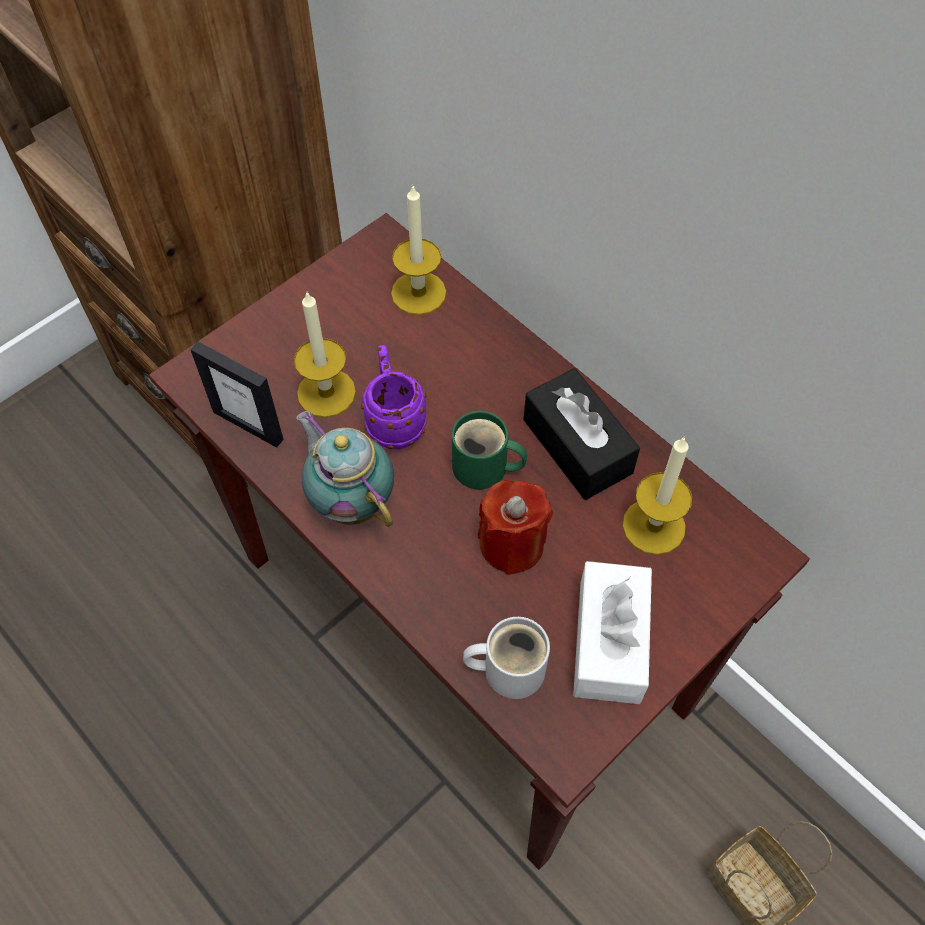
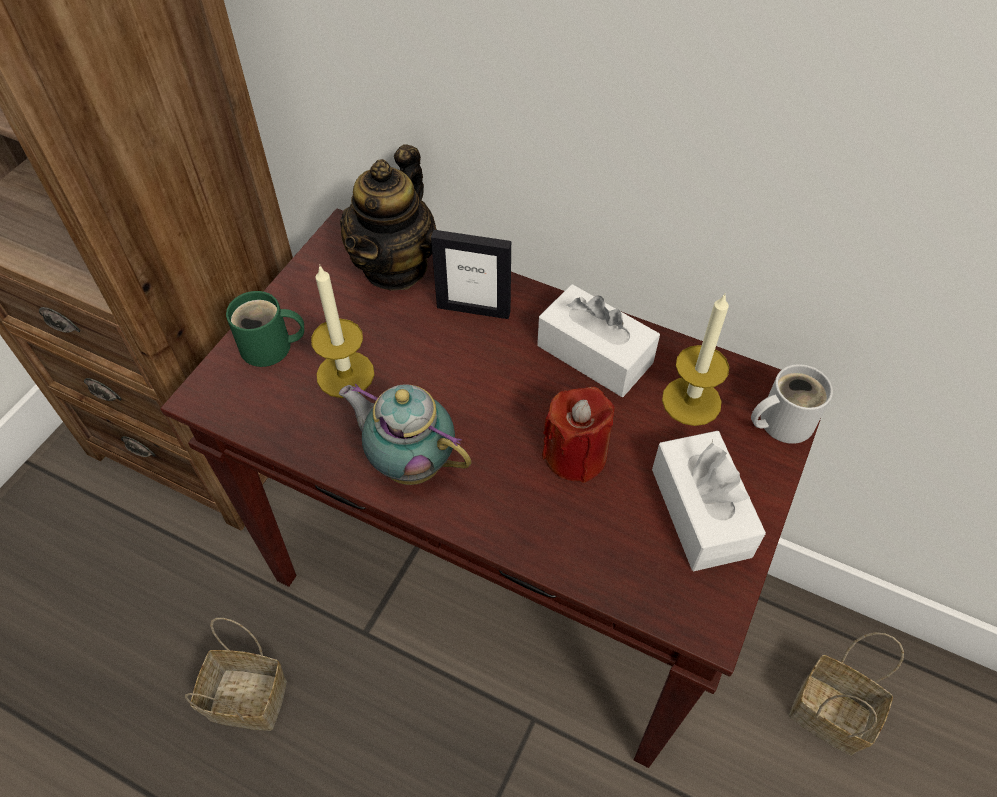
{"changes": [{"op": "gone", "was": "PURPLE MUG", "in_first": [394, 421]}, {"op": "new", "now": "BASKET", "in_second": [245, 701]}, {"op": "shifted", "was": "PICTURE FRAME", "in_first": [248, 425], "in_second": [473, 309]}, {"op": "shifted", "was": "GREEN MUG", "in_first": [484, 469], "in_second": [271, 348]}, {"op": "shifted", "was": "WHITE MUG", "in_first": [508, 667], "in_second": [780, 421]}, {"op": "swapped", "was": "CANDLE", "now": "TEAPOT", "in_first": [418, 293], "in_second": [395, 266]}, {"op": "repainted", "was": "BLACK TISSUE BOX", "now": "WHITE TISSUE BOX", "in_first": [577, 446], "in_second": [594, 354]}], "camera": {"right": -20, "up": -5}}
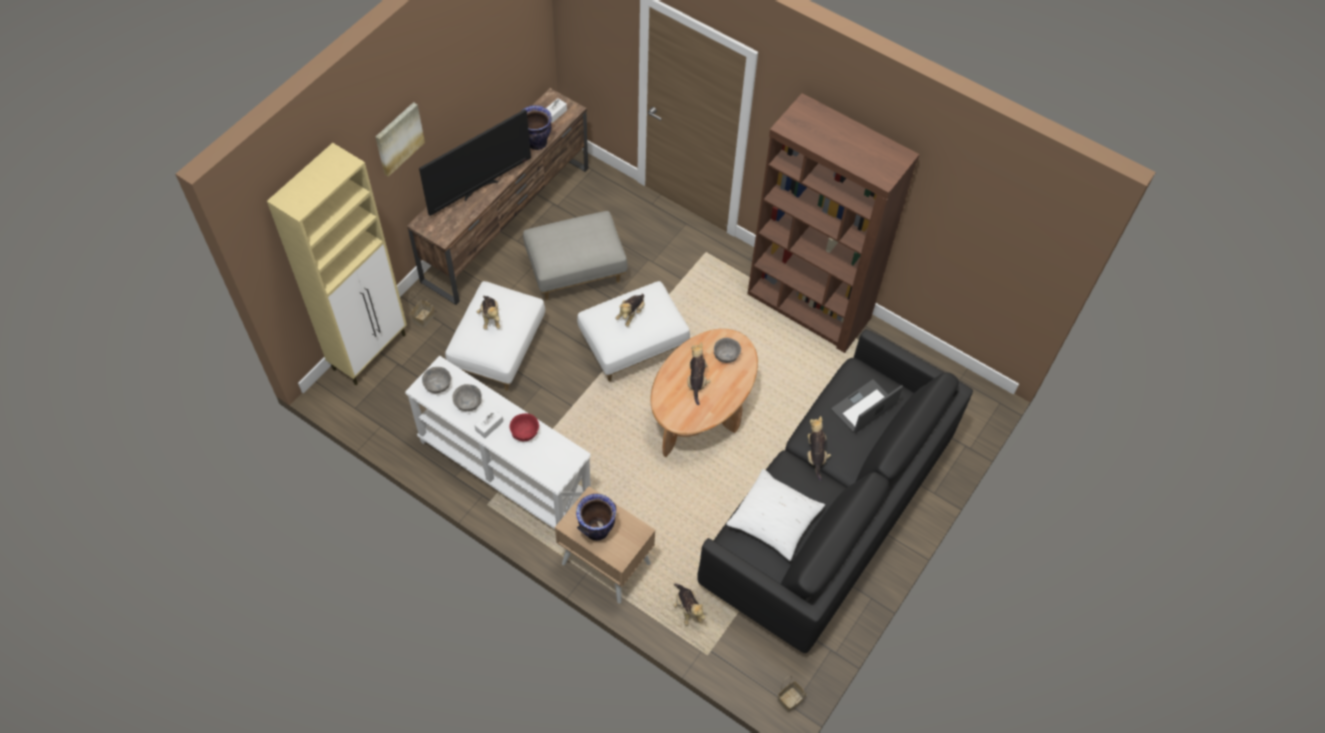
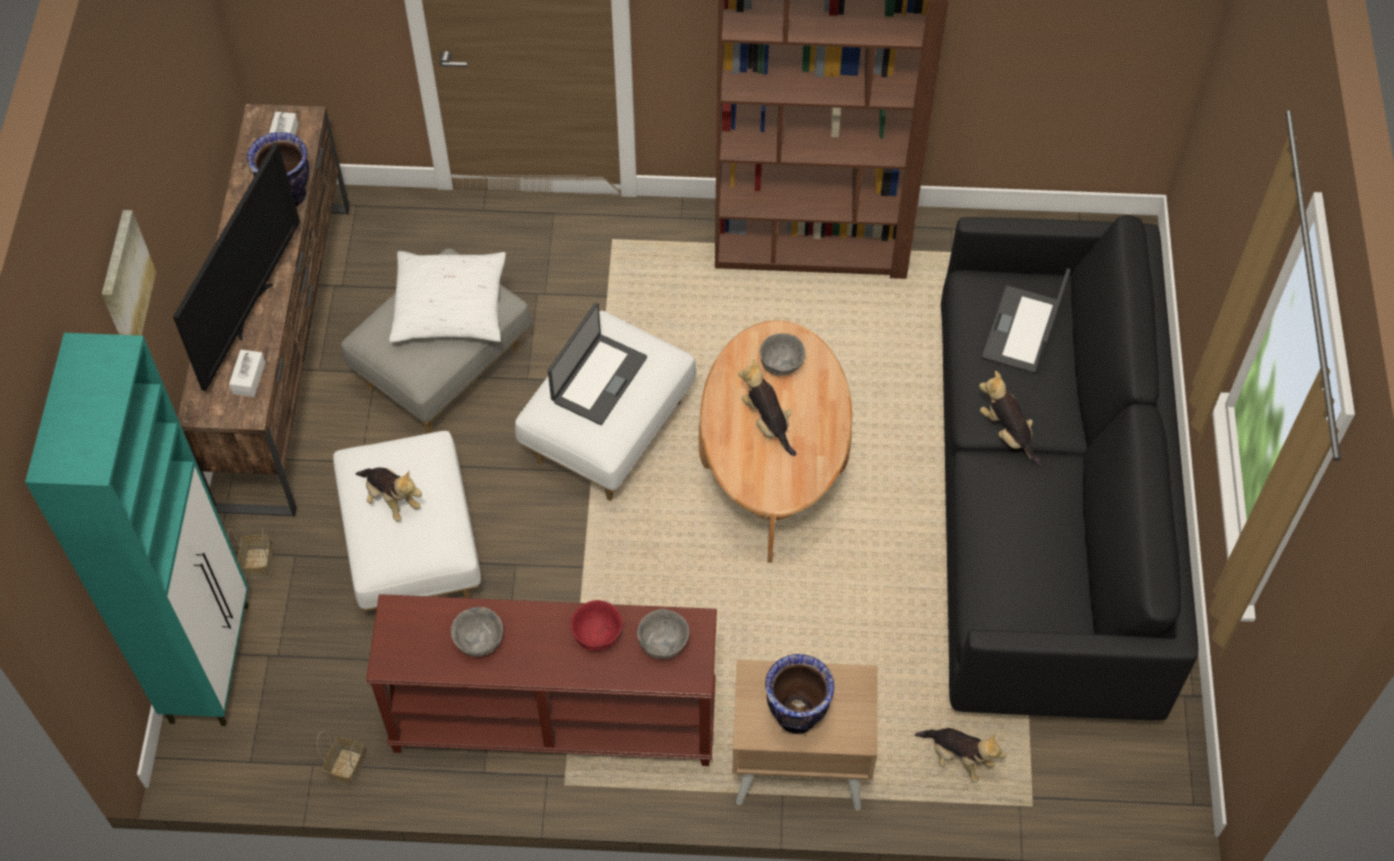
{"changes": [{"op": "shifted", "was": "GREY BOWL", "in_first": [437, 385], "in_second": [662, 643]}, {"op": "shifted", "was": "WHITE TISSUE BOX", "in_first": [489, 426], "in_second": [249, 378]}, {"op": "shifted", "was": "WHITE PILLOW", "in_first": [774, 519], "in_second": [450, 307]}, {"op": "shifted", "was": "BASKET", "in_first": [790, 699], "in_second": [346, 766]}, {"op": "swapped", "was": "PLUSH TOY", "now": "LAPTOP", "in_first": [631, 314], "in_second": [598, 379]}, {"op": "repainted", "was": "BEIGE CABINET", "now": "TURQUOISE CABINET", "in_first": [370, 351], "in_second": [210, 661]}, {"op": "repainted", "was": "WHITE CONSOLE TABLE", "now": "BROWN CONSOLE TABLE", "in_first": [503, 472], "in_second": [553, 722]}], "camera": {"right": -30, "up": 0}}
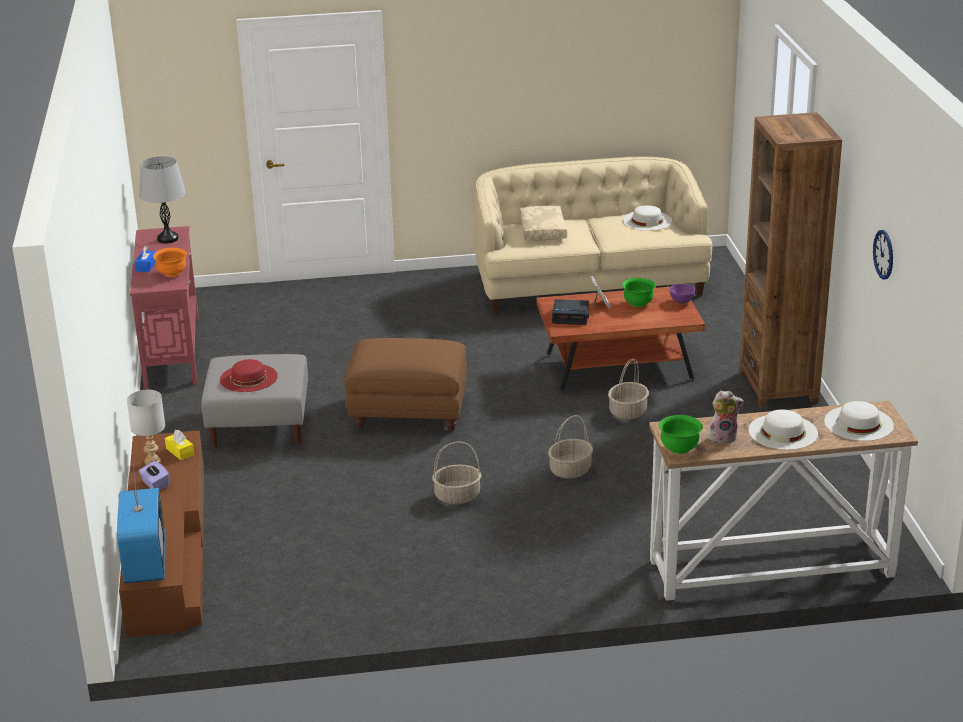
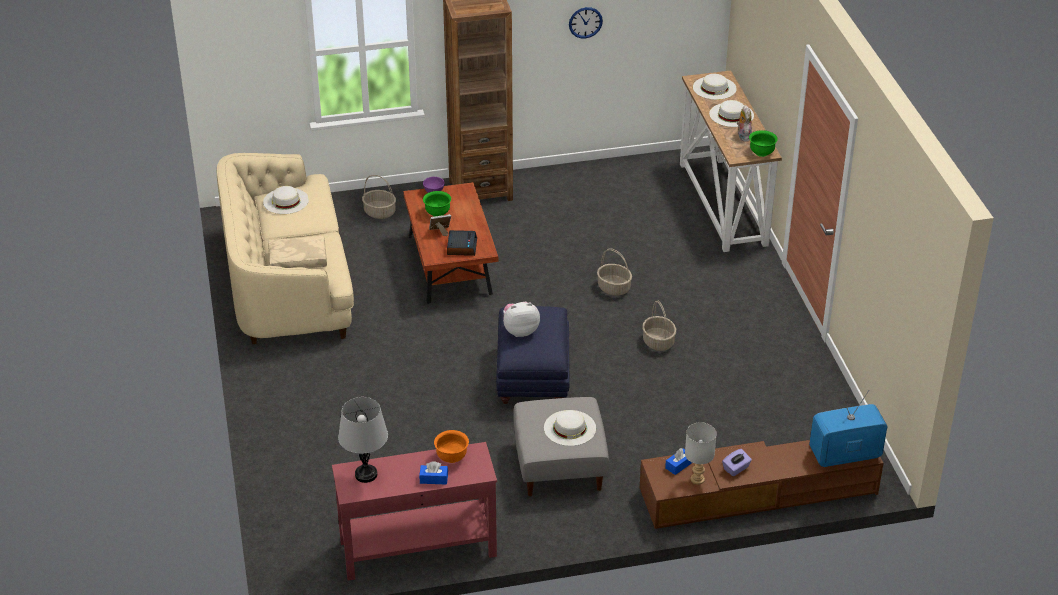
{"changes": [{"op": "new", "now": "PLUSH TOY", "in_second": [520, 331]}, {"op": "shifted", "was": "BASKET", "in_first": [627, 411], "in_second": [379, 212]}, {"op": "repainted", "was": "YELLOW TISSUE BOX", "now": "BLUE TISSUE BOX", "in_first": [180, 451], "in_second": [678, 465]}, {"op": "repainted", "was": "RED HAT", "now": "WHITE HAT", "in_first": [248, 378], "in_second": [570, 428]}, {"op": "repainted", "was": "BROWN OTTOMAN", "now": "BLUE OTTOMAN", "in_first": [407, 413], "in_second": [533, 378]}], "camera": {"right": -95, "up": 10}}
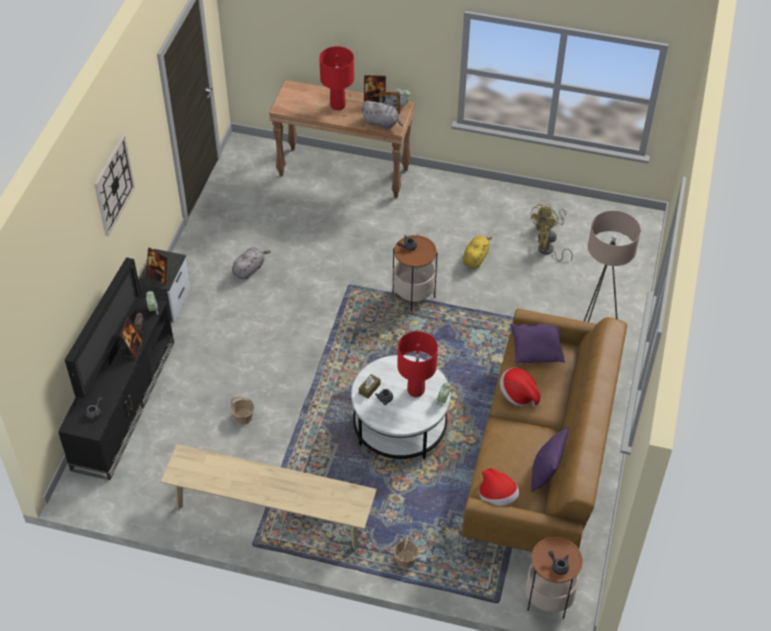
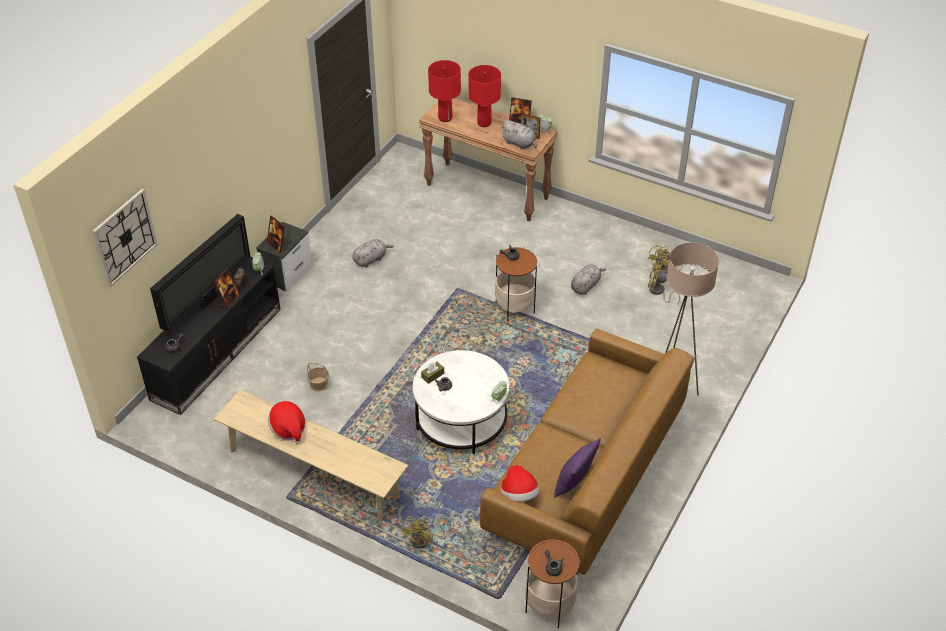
{"changes": [{"op": "gone", "was": "PURPLE PILLOW", "in_first": [536, 349]}, {"op": "shifted", "was": "WALL CLOCK", "in_first": [113, 185], "in_second": [124, 237]}, {"op": "shifted", "was": "RED TABLE LAMP", "in_first": [415, 390], "in_second": [445, 118]}, {"op": "shifted", "was": "HAT", "in_first": [518, 394], "in_second": [288, 429]}, {"op": "swapped", "was": "BASKET", "now": "YELLOW FAN", "in_first": [406, 559], "in_second": [424, 540]}, {"op": "repainted", "was": "YELLOW PLUSH TOY", "now": "GREY PLUSH TOY", "in_first": [476, 258], "in_second": [585, 286]}], "camera": {"right": 15, "up": -5}}
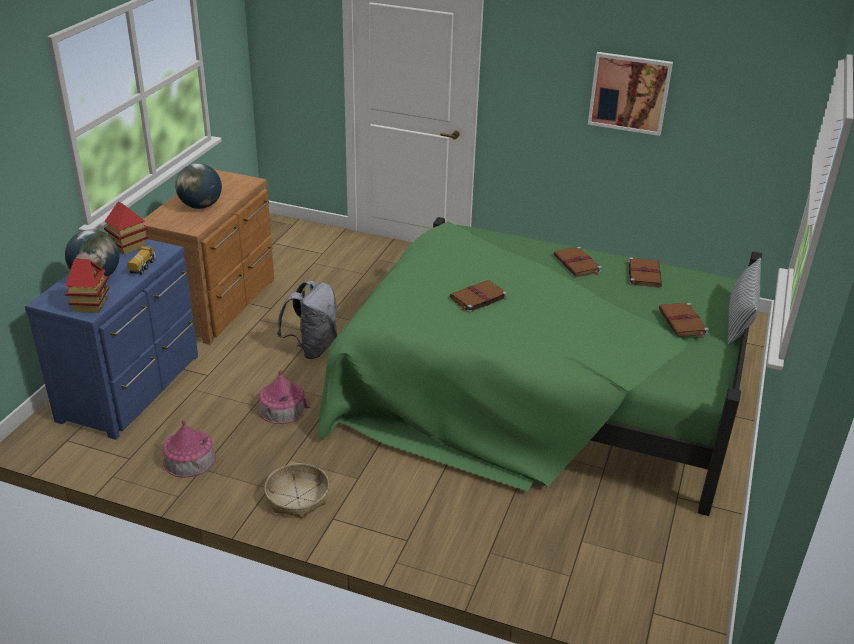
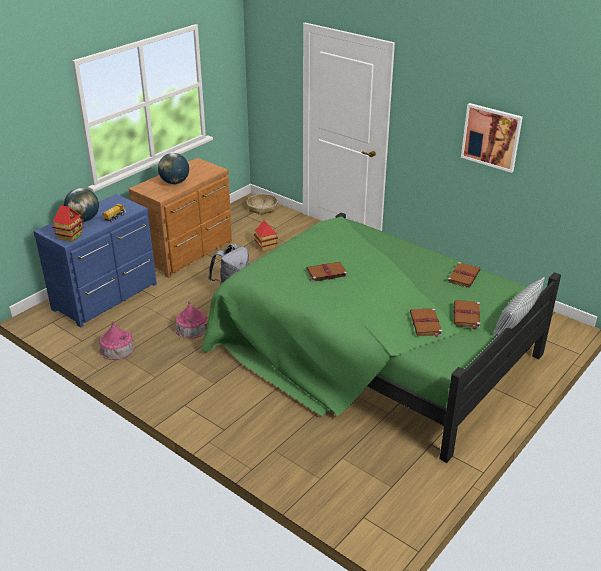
{"changes": [{"op": "shifted", "was": "TOY HOUSE", "in_first": [129, 246], "in_second": [266, 246]}, {"op": "shifted", "was": "BASKET", "in_first": [297, 498], "in_second": [262, 208]}, {"op": "shifted", "was": "BROWN BOOK", "in_first": [577, 264], "in_second": [425, 324]}], "camera": {"right": 20, "up": 0}}
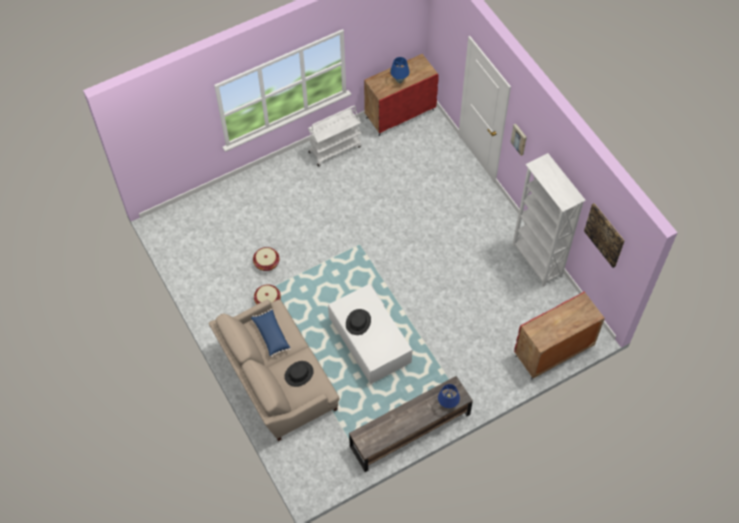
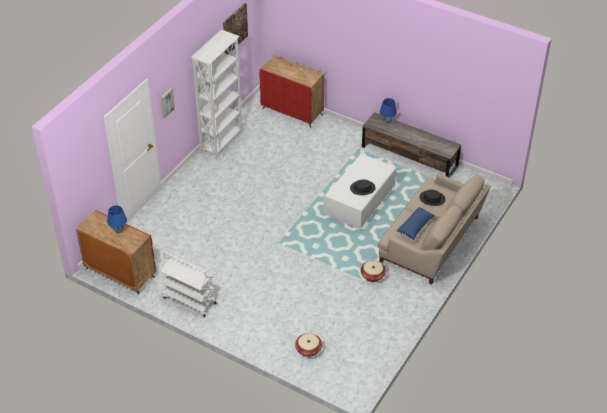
{"changes": [{"op": "shifted", "was": "BASKET", "in_first": [266, 263], "in_second": [308, 349]}], "camera": {"right": -120, "up": -15}}
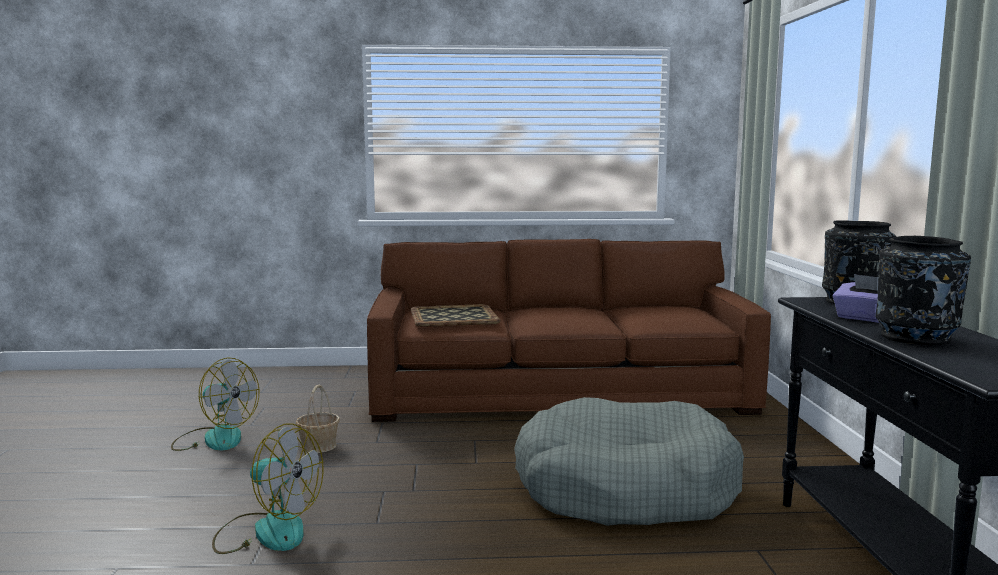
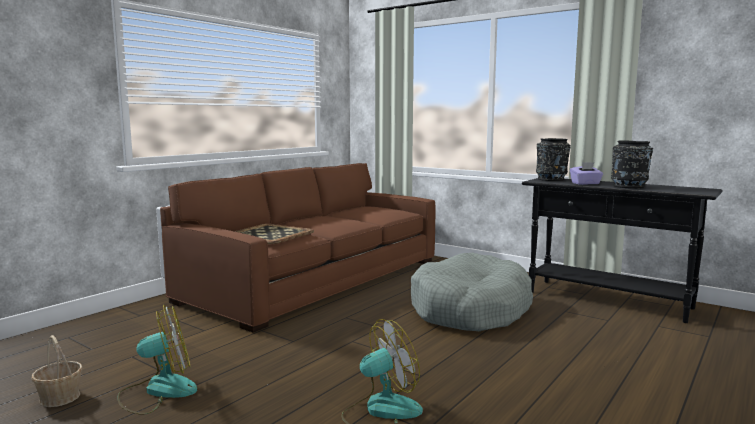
{"changes": [{"op": "shifted", "was": "BASKET", "in_first": [318, 446], "in_second": [60, 398]}], "camera": {"right": -50, "up": 0}}
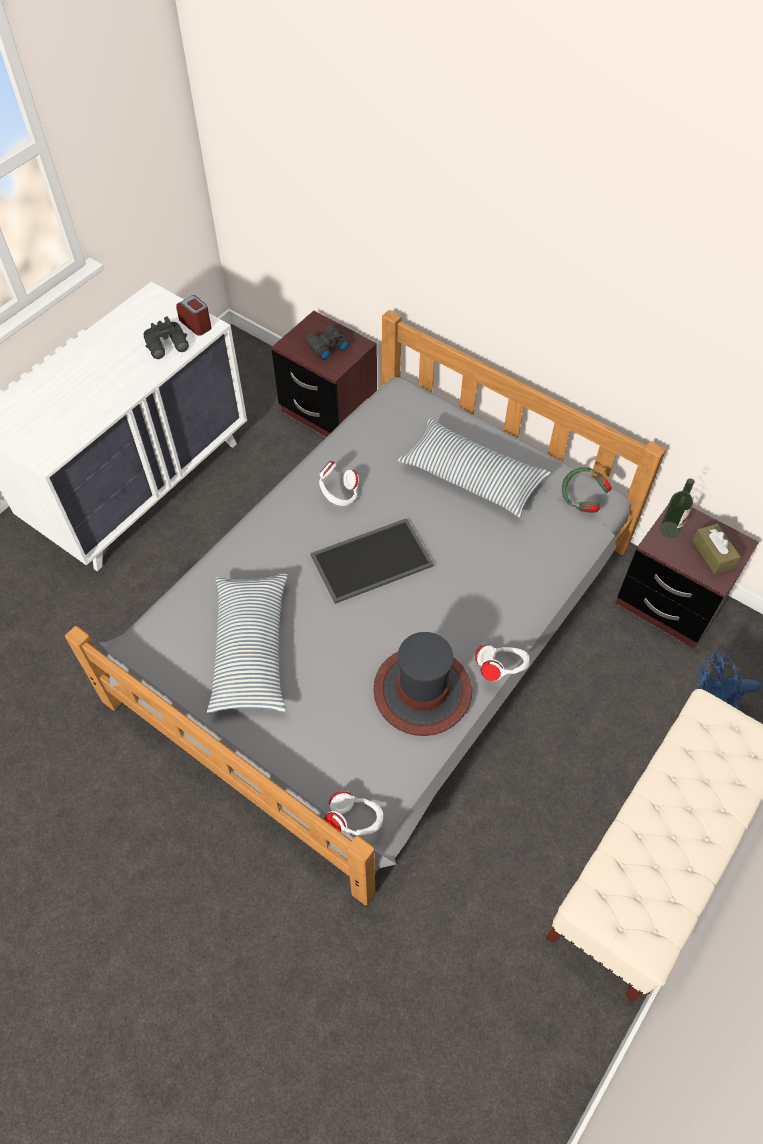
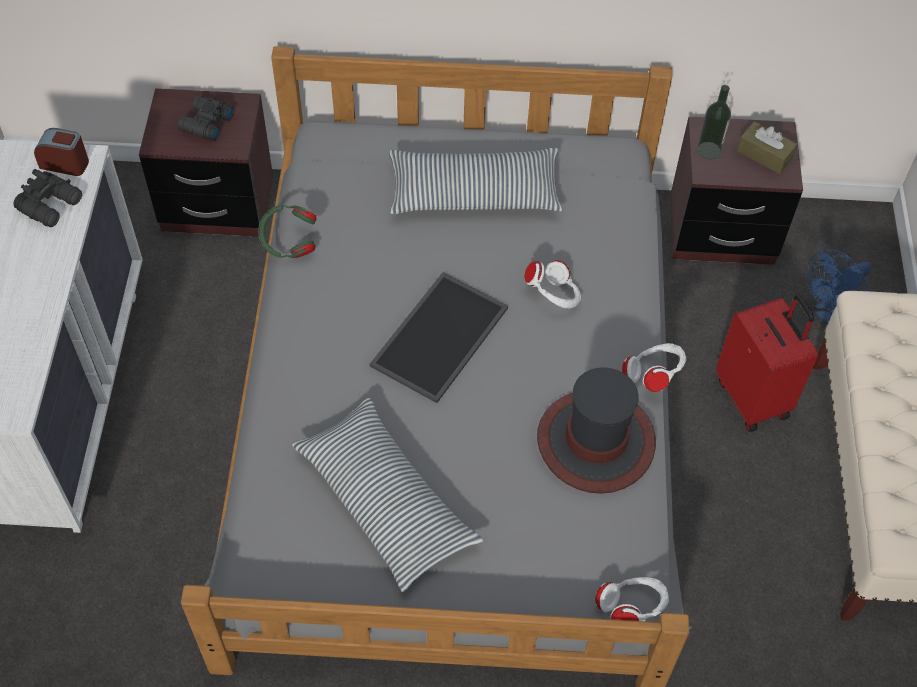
{"changes": [{"op": "new", "now": "RED SUITCASE", "in_second": [753, 397]}, {"op": "shifted", "was": "WHITE HEADPHONES", "in_first": [339, 495], "in_second": [553, 297]}, {"op": "shifted", "was": "GREEN HEADPHONES", "in_first": [581, 499], "in_second": [289, 244]}], "camera": {"right": -35, "up": 0}}
